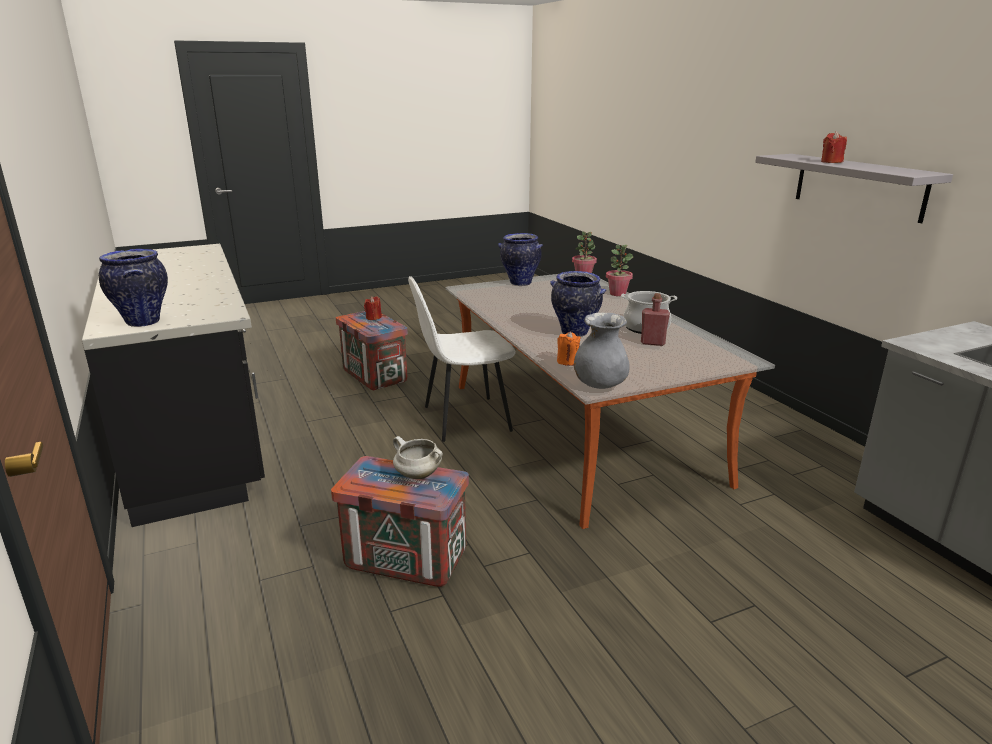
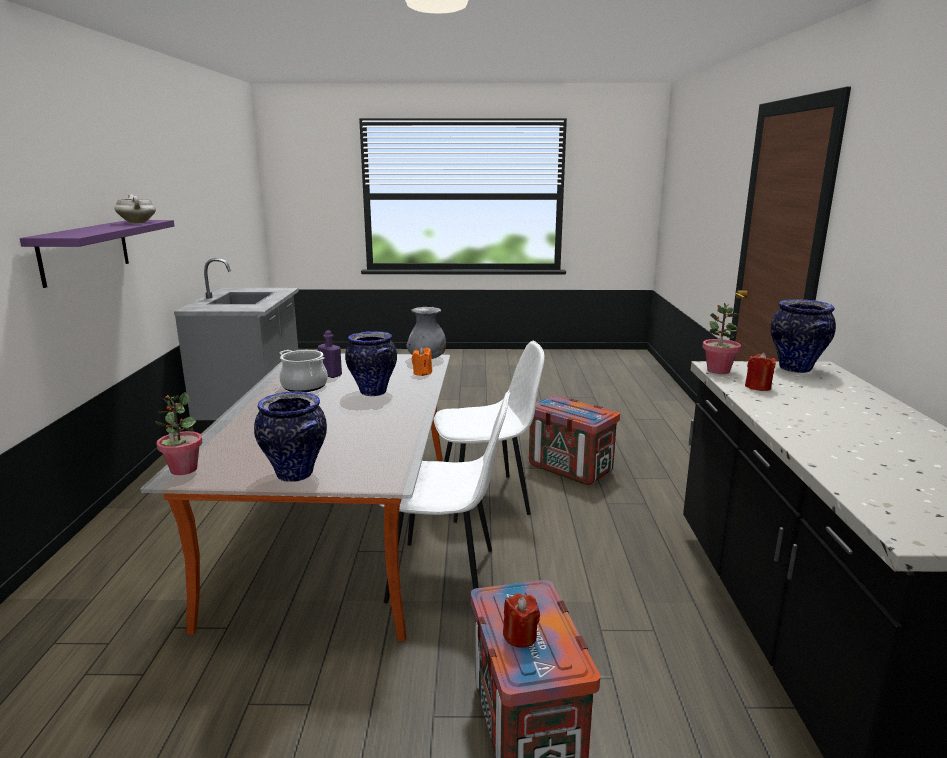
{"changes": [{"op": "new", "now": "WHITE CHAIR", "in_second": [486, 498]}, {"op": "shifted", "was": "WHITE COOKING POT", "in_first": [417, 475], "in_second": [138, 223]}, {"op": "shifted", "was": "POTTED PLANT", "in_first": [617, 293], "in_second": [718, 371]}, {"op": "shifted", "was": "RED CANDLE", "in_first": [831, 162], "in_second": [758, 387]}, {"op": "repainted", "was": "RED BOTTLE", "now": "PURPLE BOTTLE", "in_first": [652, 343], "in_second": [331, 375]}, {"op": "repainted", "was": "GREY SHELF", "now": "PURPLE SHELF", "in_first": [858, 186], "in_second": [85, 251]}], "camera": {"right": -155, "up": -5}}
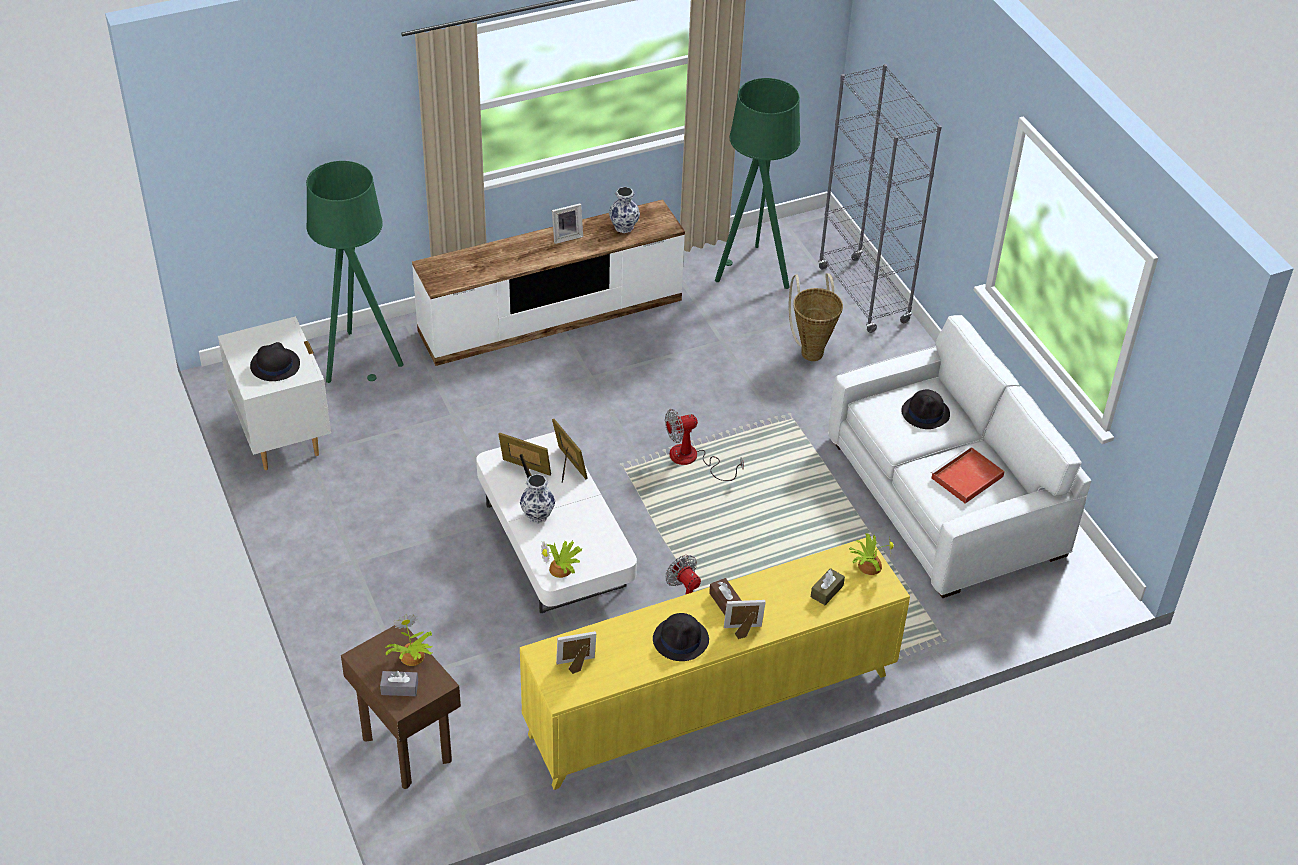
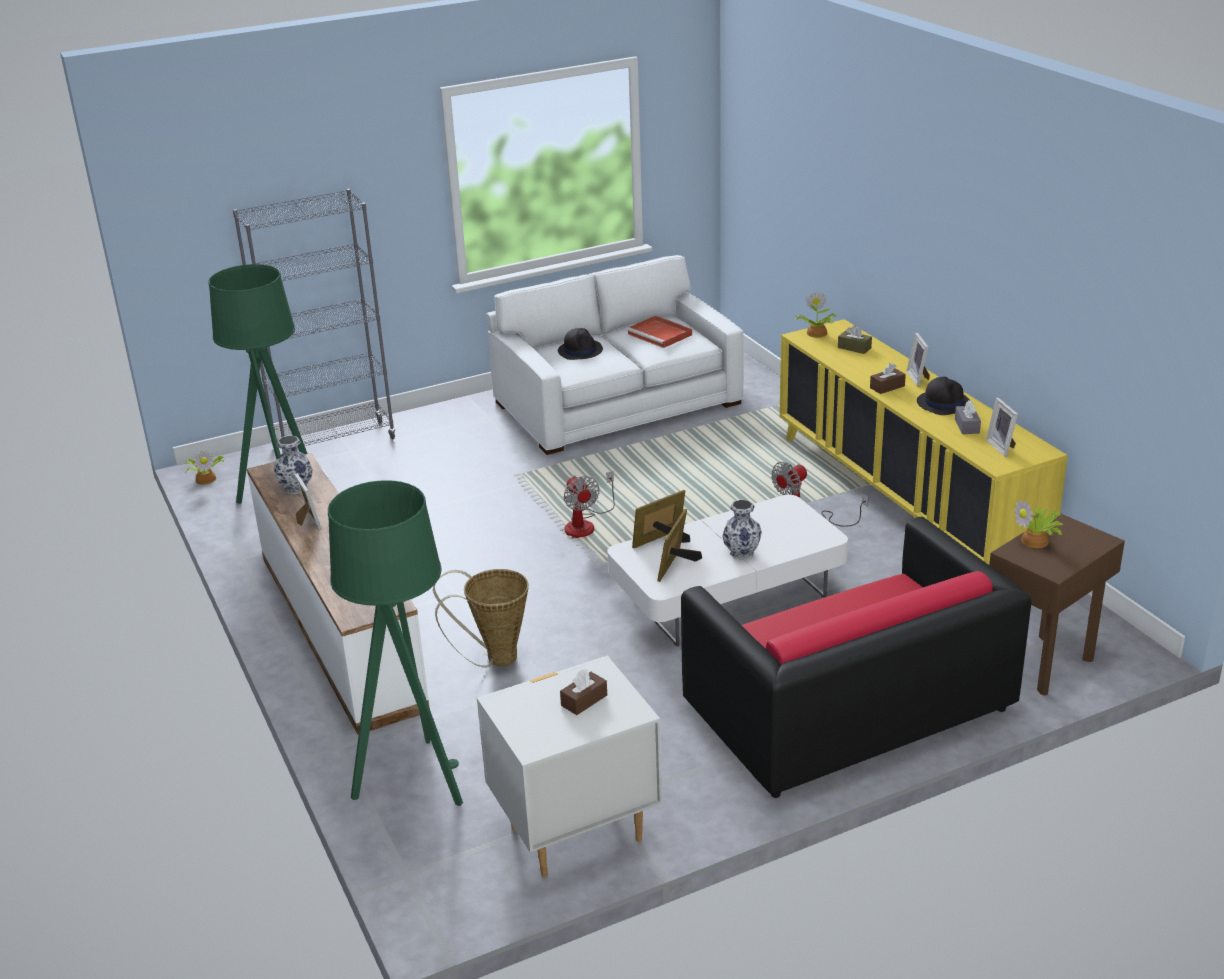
{"changes": [{"op": "new", "now": "SOFA", "in_second": [849, 709]}, {"op": "shifted", "was": "GREY TISSUE BOX", "in_first": [399, 688], "in_second": [967, 426]}, {"op": "shifted", "was": "POTTED PLANT", "in_first": [562, 569], "in_second": [206, 478]}, {"op": "shifted", "was": "BASKET", "in_first": [811, 350], "in_second": [494, 659]}, {"op": "swapped", "was": "BLACK HAT", "now": "BROWN TISSUE BOX", "in_first": [274, 365], "in_second": [584, 700]}], "camera": {"right": -90, "up": -15}}
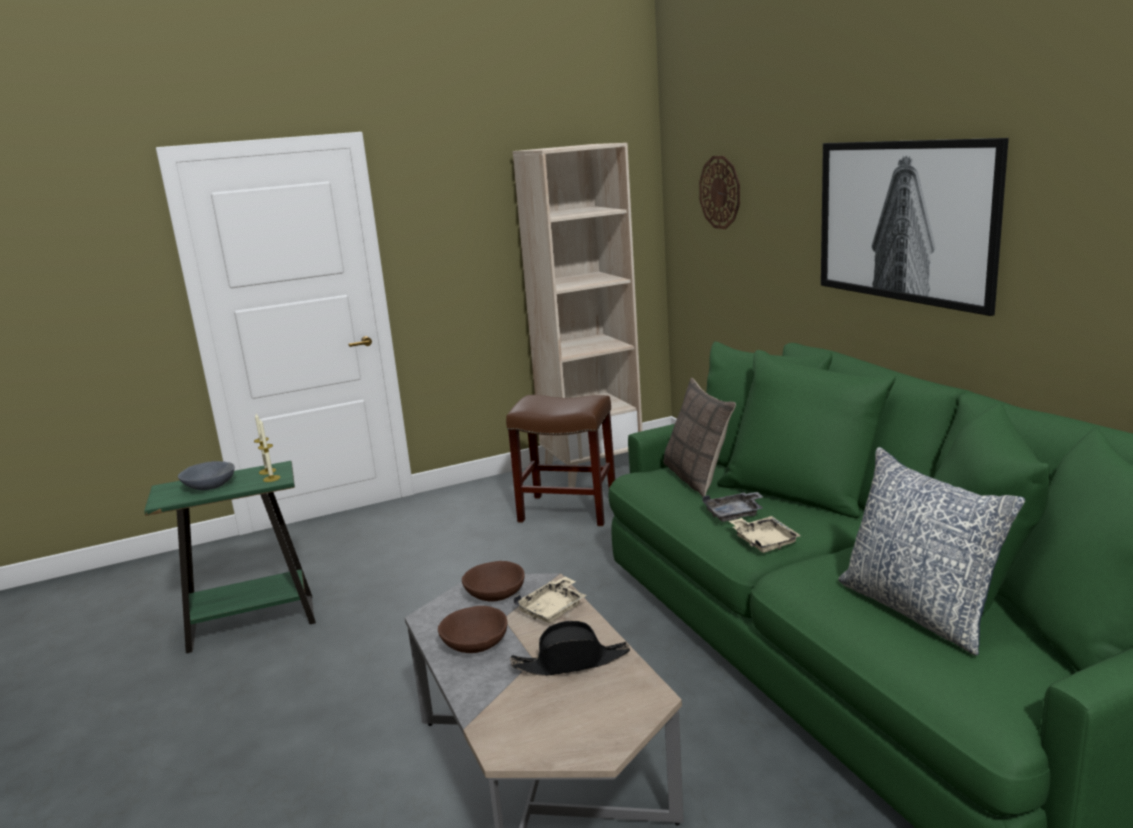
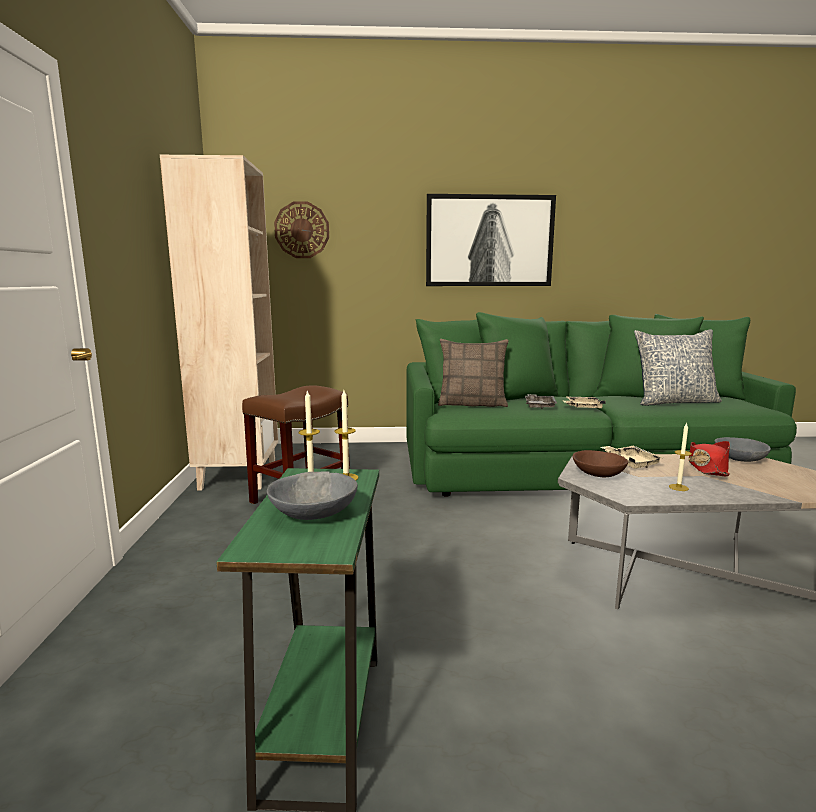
{"changes": [{"op": "new", "now": "GREY BOWL", "in_second": [739, 458]}, {"op": "swapped", "was": "BROWN BOWL", "now": "CANDLE", "in_first": [475, 643], "in_second": [678, 487]}, {"op": "repainted", "was": "BLACK HAT", "now": "RED HAT", "in_first": [571, 662], "in_second": [707, 467]}], "camera": {"right": -70, "up": -5}}
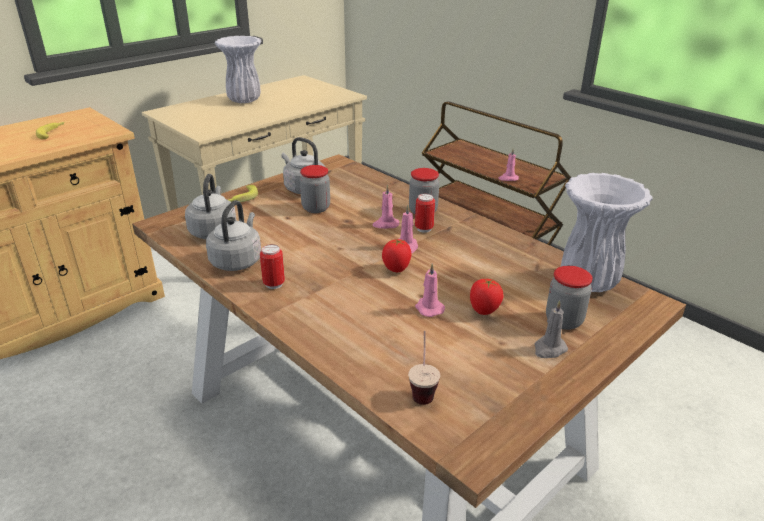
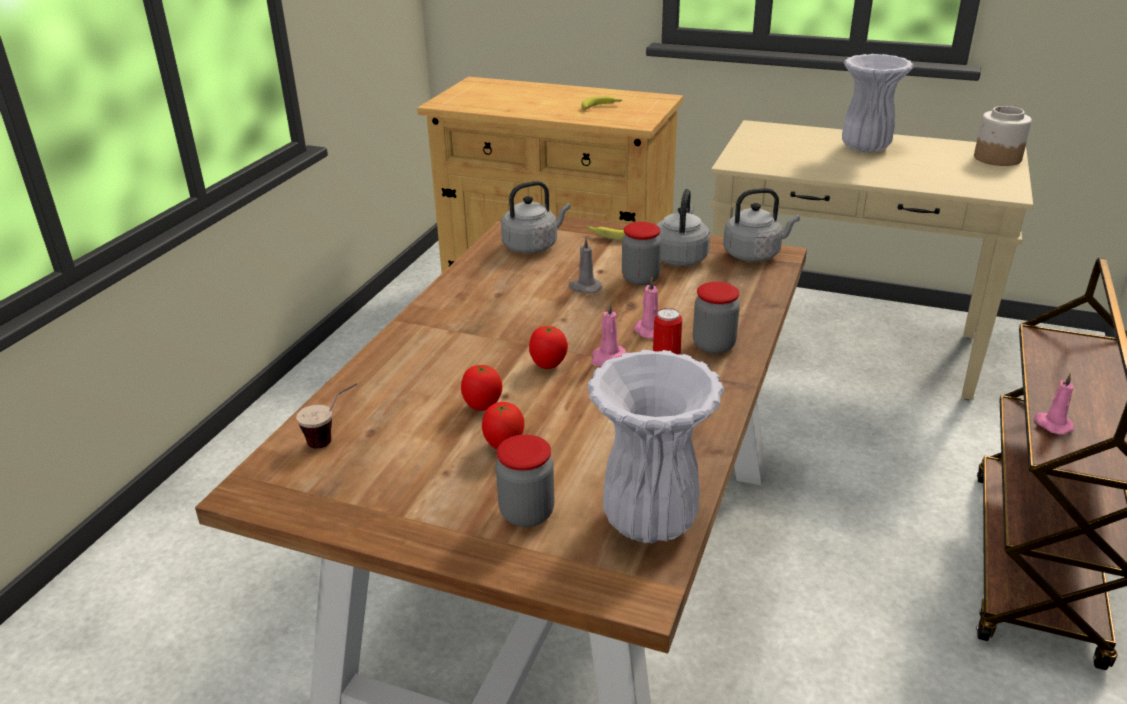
{"changes": [{"op": "gone", "was": "CAN", "in_first": [274, 284]}, {"op": "new", "now": "JAR", "in_second": [997, 158]}, {"op": "shifted", "was": "GREY KETTLE", "in_first": [237, 260], "in_second": [754, 254]}, {"op": "shifted", "was": "GREY CANDLE", "in_first": [549, 349], "in_second": [584, 287]}, {"op": "swapped", "was": "PINK CANDLE", "now": "TOMATO", "in_first": [428, 308], "in_second": [482, 406]}], "camera": {"right": 65, "up": 0}}
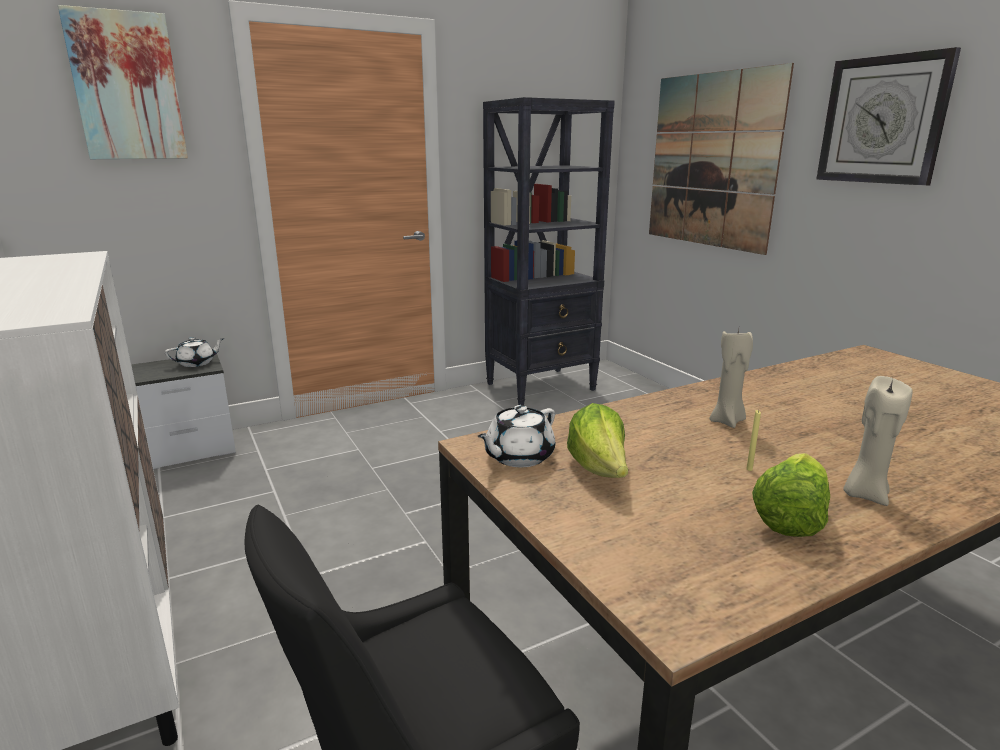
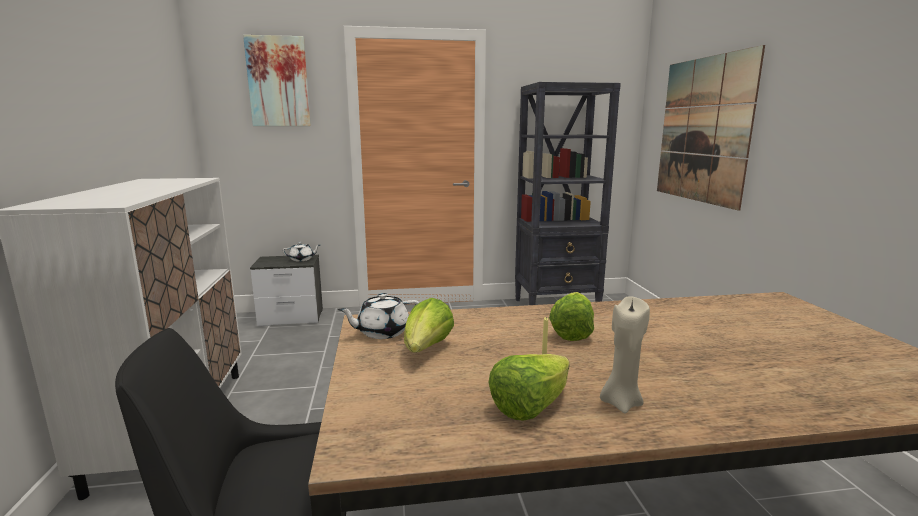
{"changes": [{"op": "gone", "was": "WALL CLOCK", "in_first": [883, 120]}, {"op": "swapped", "was": "BEIGE CANDLE", "now": "LETTUCE", "in_first": [727, 421], "in_second": [571, 332]}], "camera": {"right": 20, "up": -5}}
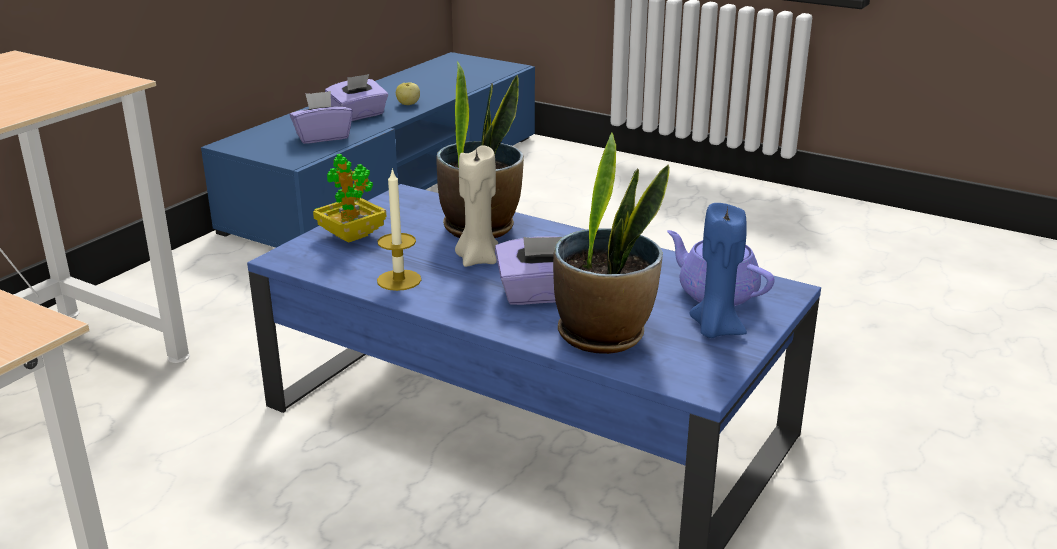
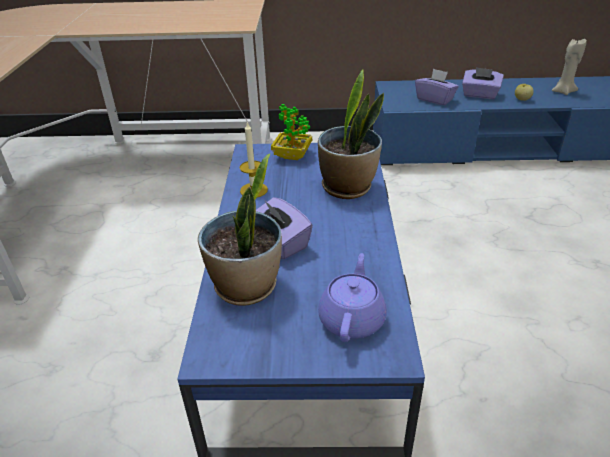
{"changes": [{"op": "gone", "was": "BLUE CANDLE", "in_first": [715, 330]}, {"op": "shifted", "was": "BEIGE CANDLE", "in_first": [477, 259], "in_second": [563, 92]}], "camera": {"right": 60, "up": 10}}
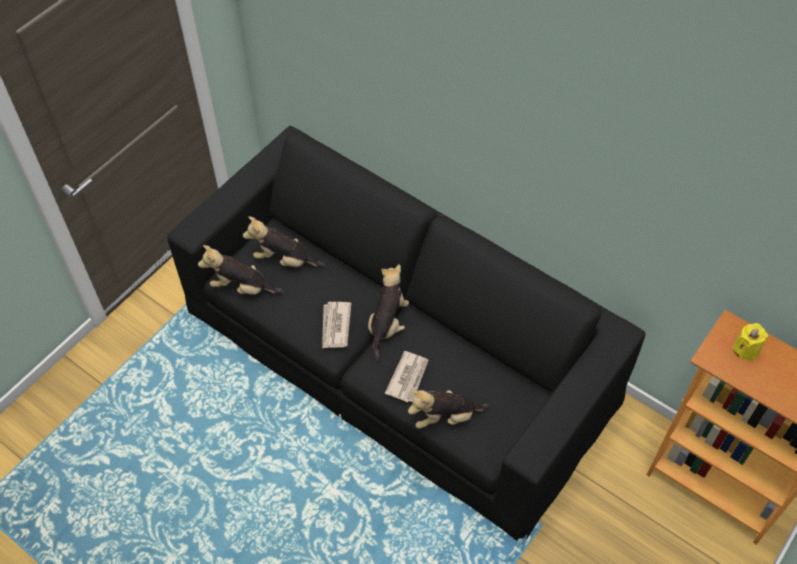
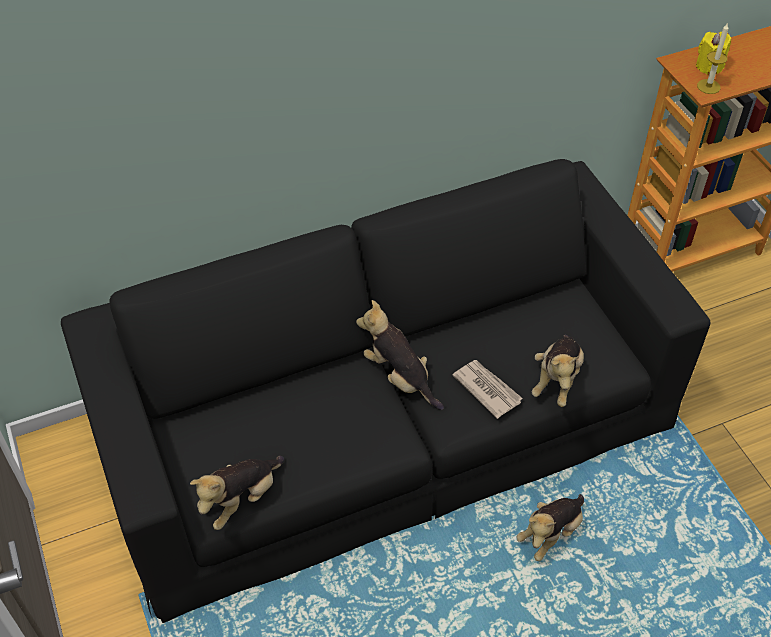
{"changes": [{"op": "gone", "was": "NEWSPAPER", "in_first": [335, 326]}, {"op": "new", "now": "CANDLE", "in_second": [708, 86]}, {"op": "shifted", "was": "PLUSH TOY", "in_first": [285, 260], "in_second": [550, 533]}], "camera": {"right": -60, "up": -5}}
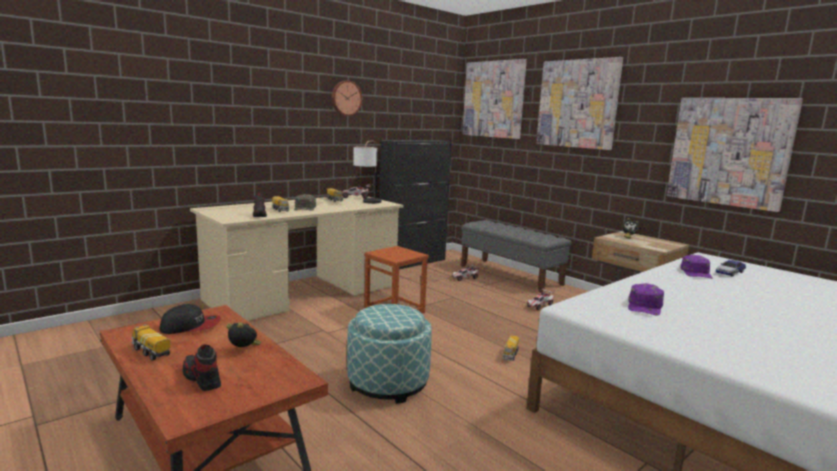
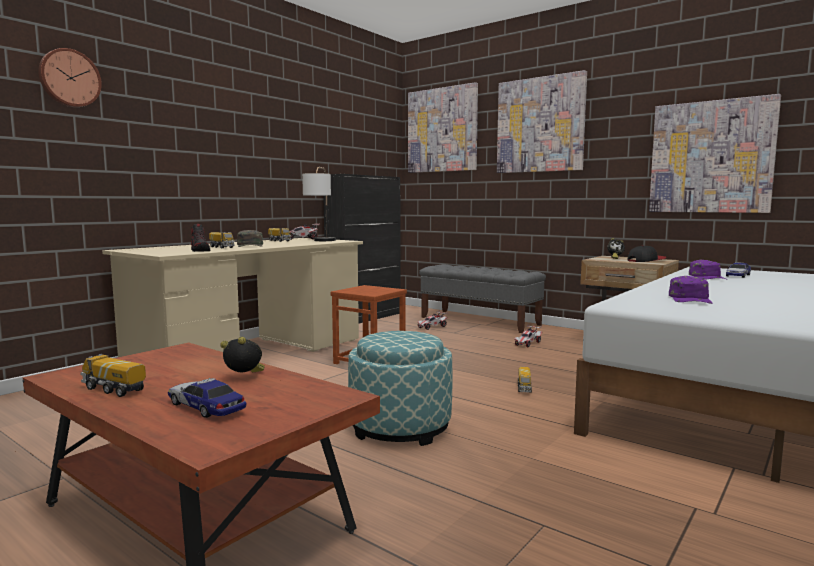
{"changes": [{"op": "shifted", "was": "CAP", "in_first": [191, 326], "in_second": [646, 260]}, {"op": "shifted", "was": "WALL CLOCK", "in_first": [346, 98], "in_second": [69, 78]}, {"op": "swapped", "was": "SHOE", "now": "TOY CAR", "in_first": [201, 378], "in_second": [205, 407]}], "camera": {"right": -10, "up": -5}}
